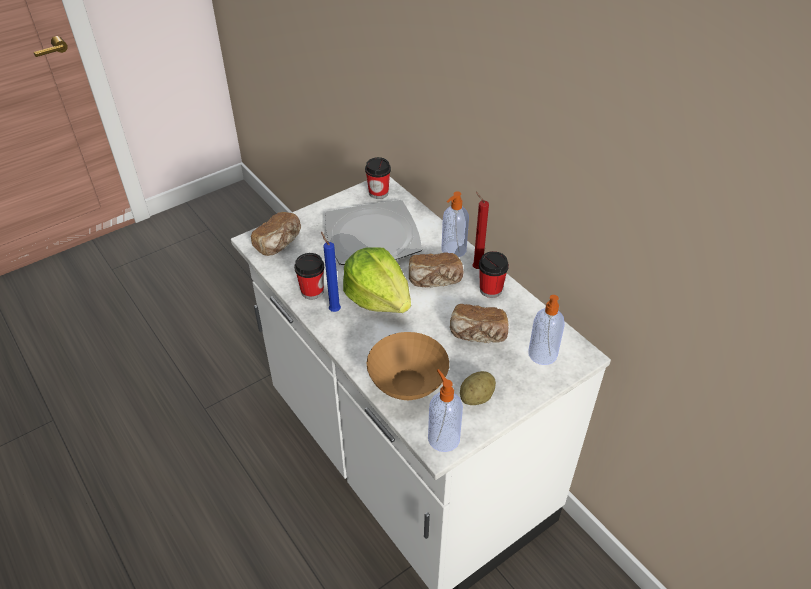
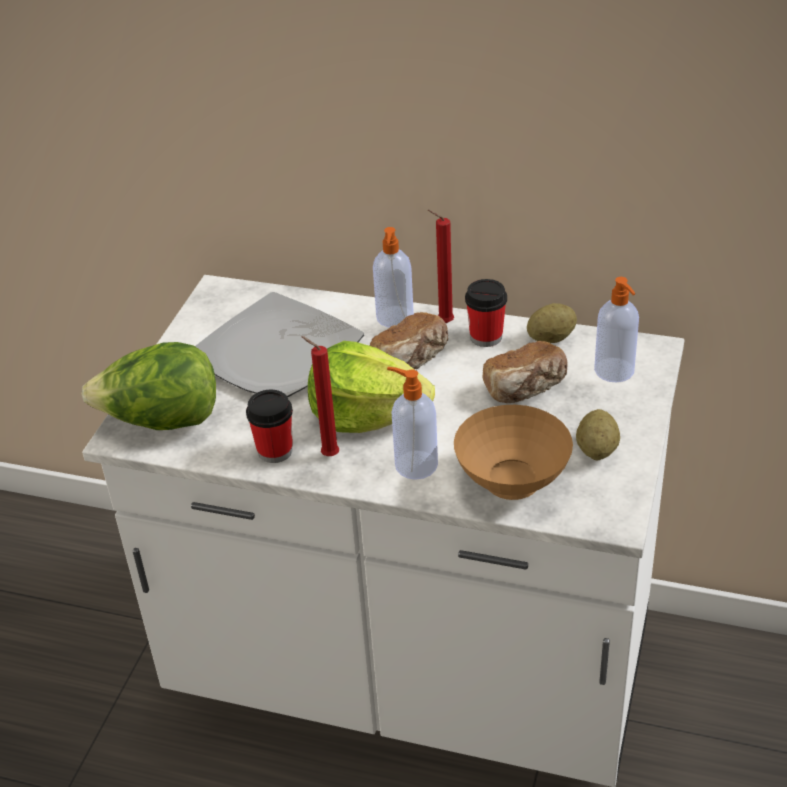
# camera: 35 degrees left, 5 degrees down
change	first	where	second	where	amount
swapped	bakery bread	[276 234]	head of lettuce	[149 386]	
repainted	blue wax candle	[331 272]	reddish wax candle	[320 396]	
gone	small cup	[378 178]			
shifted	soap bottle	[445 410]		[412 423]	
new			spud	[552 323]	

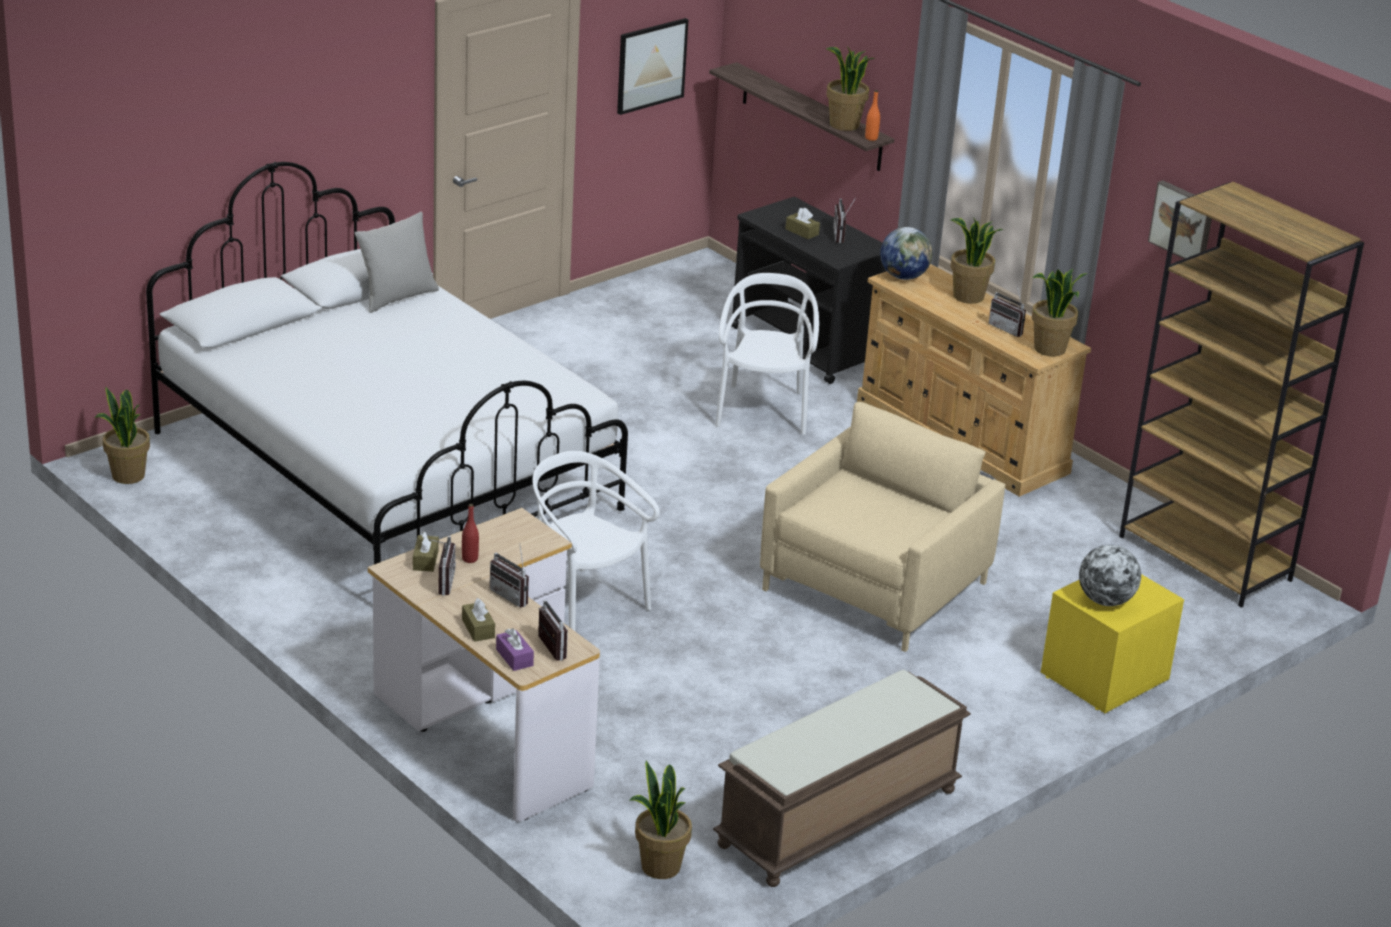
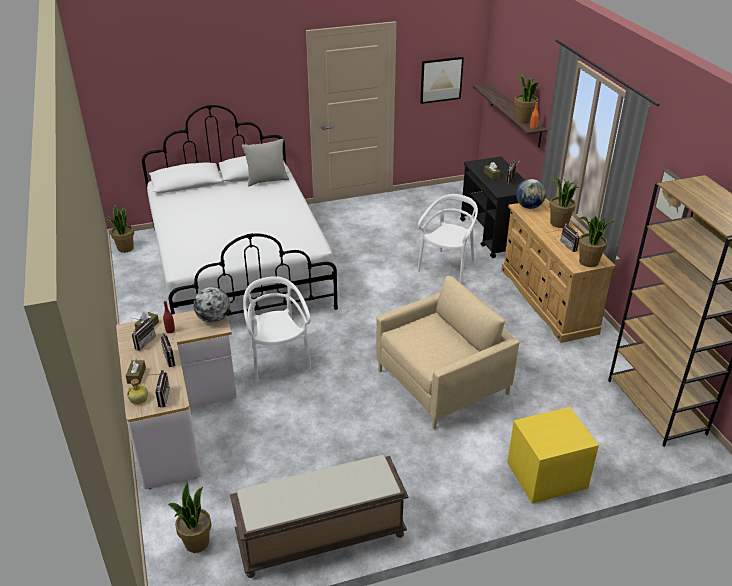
# camera: 25 degrees right, 5 degrees up
change	first	where	second	where	amount
swapped	purple box of tissues	[515 649]	bottle	[137 392]	
shifted	desk globe	[1110 575]		[211 305]	

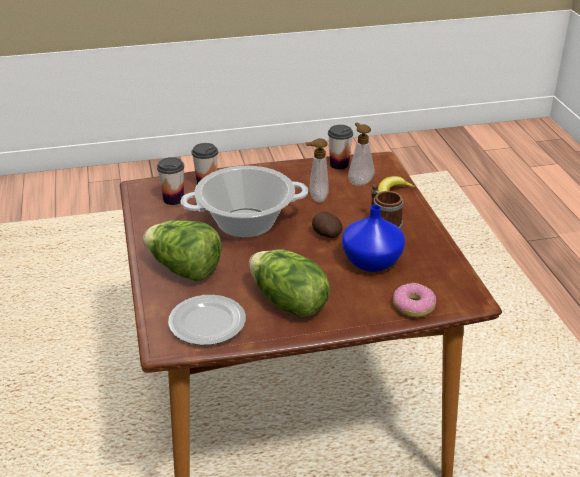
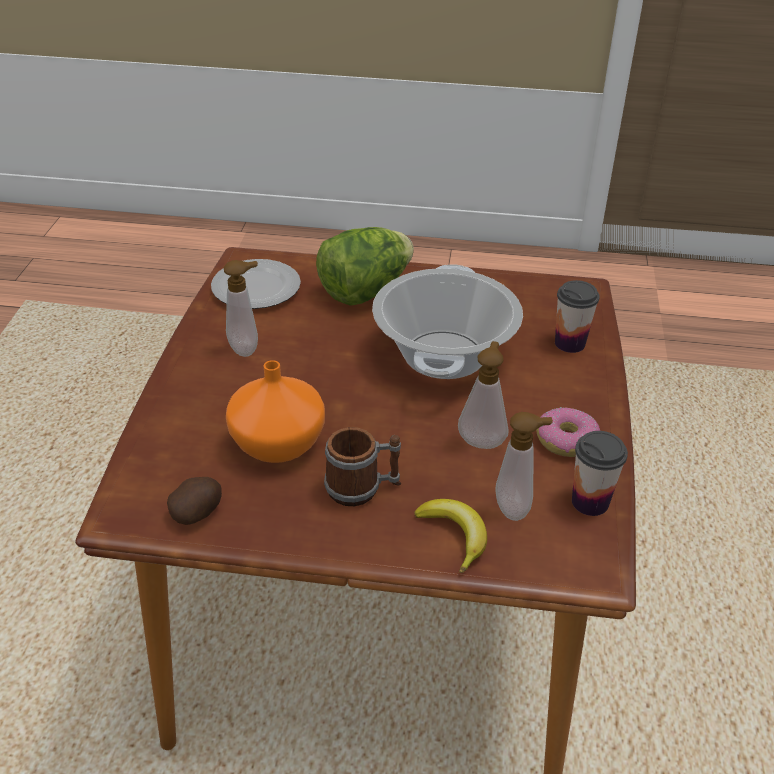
# camera: 110 degrees right, 5 degrees up
change	first	where	second	where	amount
gone	small cup	[170 181]			
swapped	head of lettuce	[289 283]	soap bottle	[241 308]	
shifted	spud	[327 225]		[194 501]	
repainted	blue vase	[373 238]	orange vase	[275 411]	
shifted	donut	[414 300]		[568 432]	

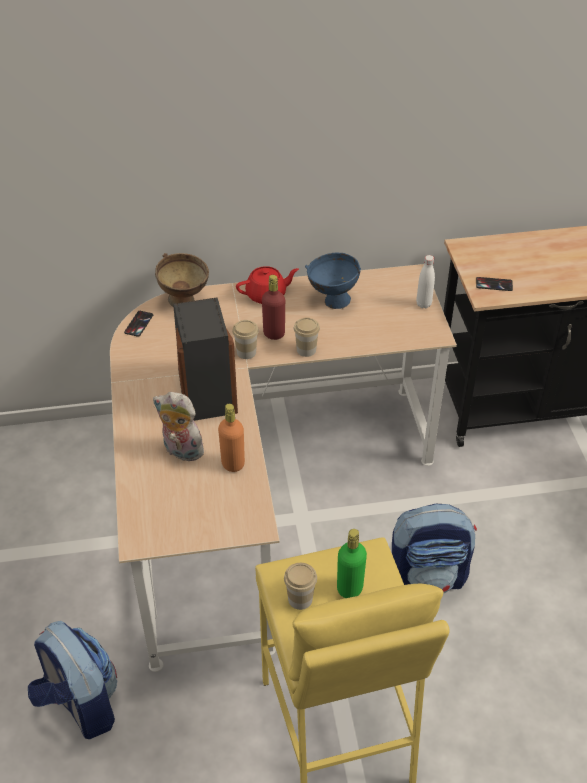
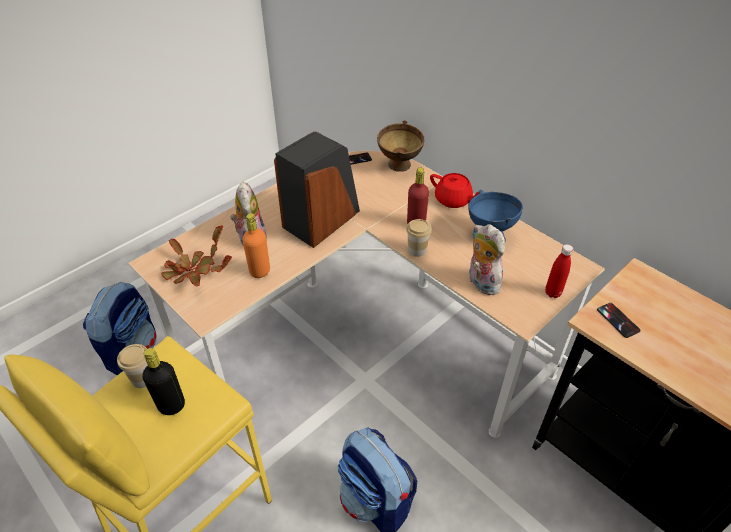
# camera: 55 degrees right, 0 degrees up
change	first	where	second	where	amount
gone	small cup	[245 339]			
repainted	green-coloured bottle	[352 563]	blackish bottle	[163 381]	
repainted	whitish bottle	[425 281]	reddish bottle	[559 271]	
new			potted plant	[196 255]	
new			plush toy	[487 259]	

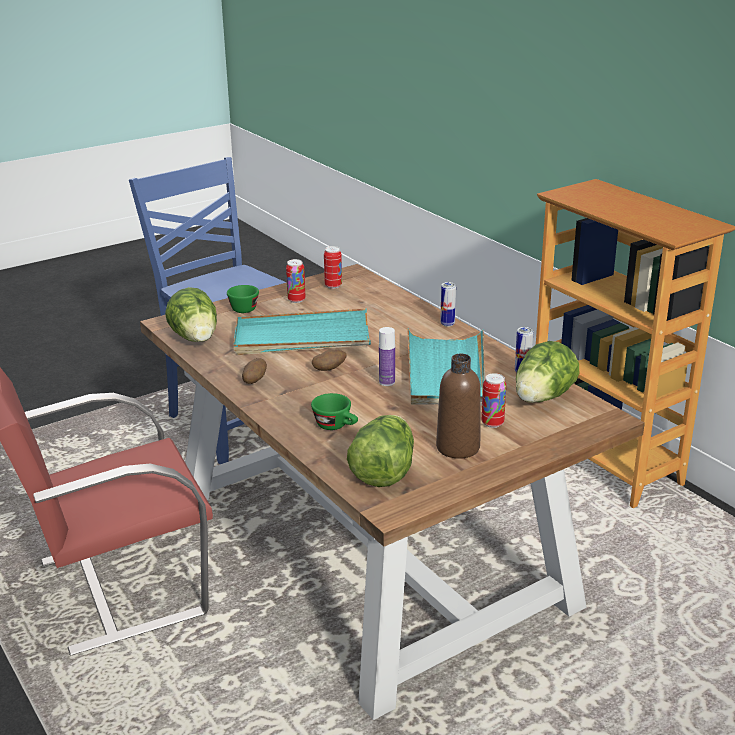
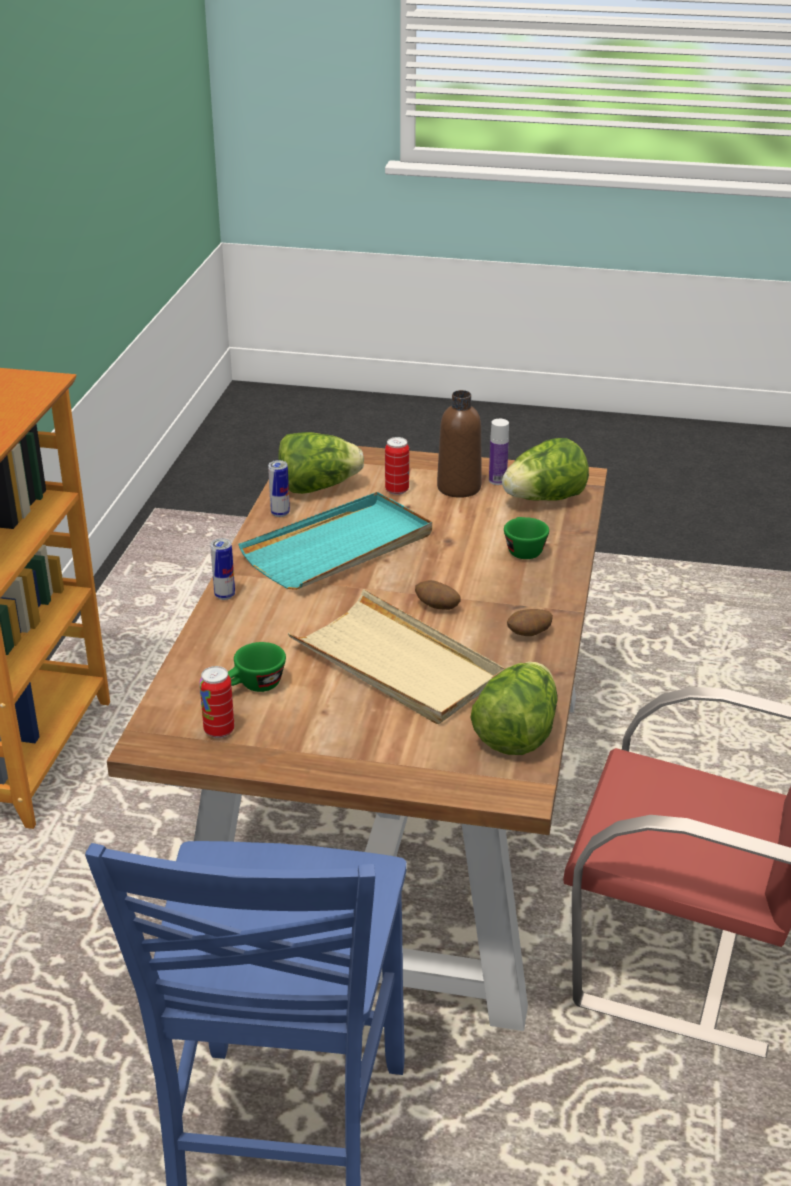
# camera: 135 degrees left, 5 degrees up
change	first	where	second	where	amount
shifted	green-coloured small cup	[243 299]		[257 667]	
repainted	turquoise-coloured serving tray	[302 332]	sand-coloured serving tray	[396 656]	
gone	sealed can	[295 281]			
shifted	bottle	[387 356]		[499 452]	

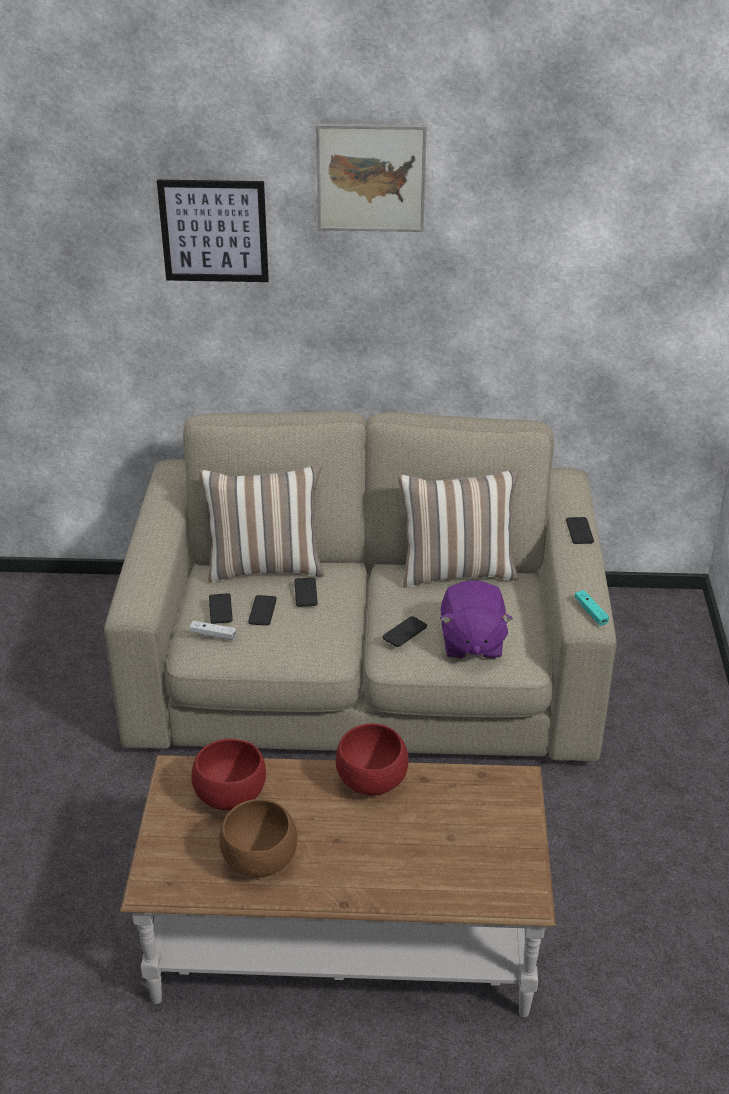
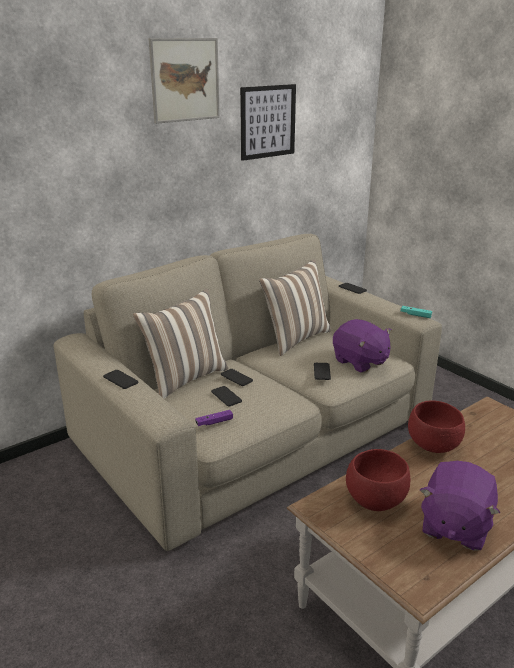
# camera: 40 degrees left, 10 degrees down
change	first	where	second	where	amount
shifted	wall art	[213 231]		[268 122]	
repainted	whitish gamepad	[212 630]	purple gamepad	[214 418]	
shifted	phone	[221 608]		[120 379]	
swapped	brownish bowl	[258 838]	purple plush toy	[460 506]	

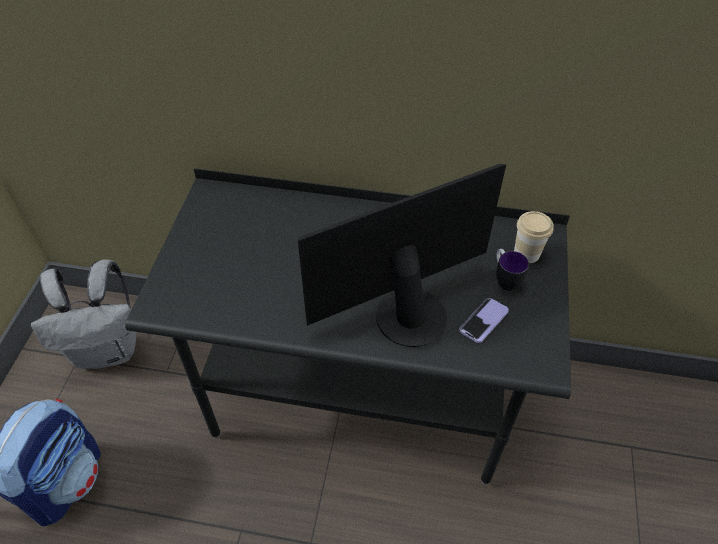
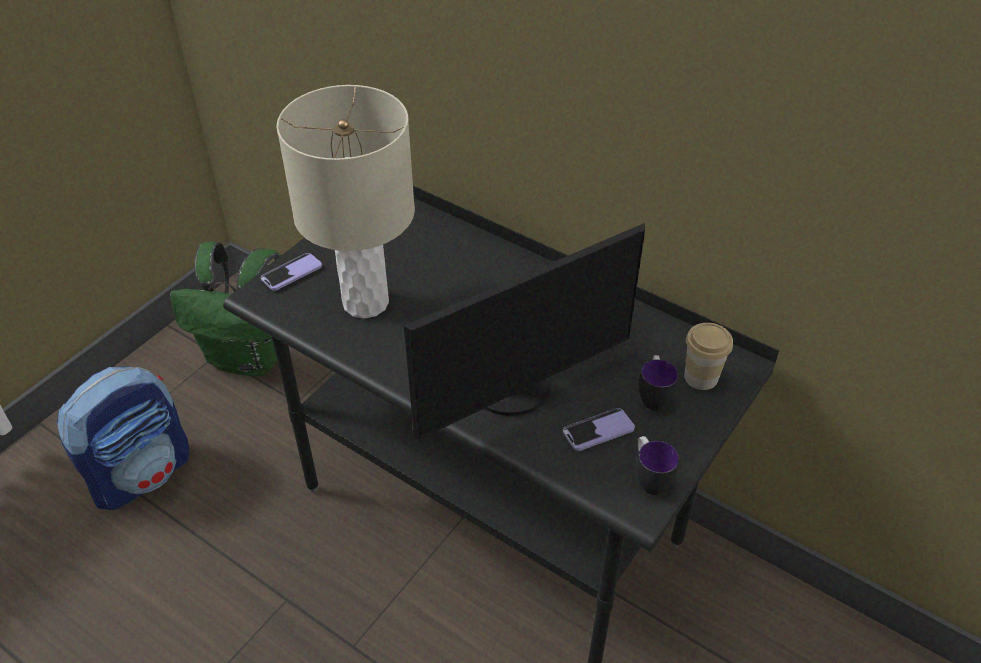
# camera: 25 degrees right, 5 degrees down
change	first	where	second	where	amount
repainted	gray rucksack	[83 314]	green-coloured rucksack	[225 309]	
rotated	computer screen	[402 255]		[524 331]	150 degrees clockwise
new			phone	[291 272]	
new			sand-coloured lamp for a table	[346 202]	
new			mug	[657 465]	

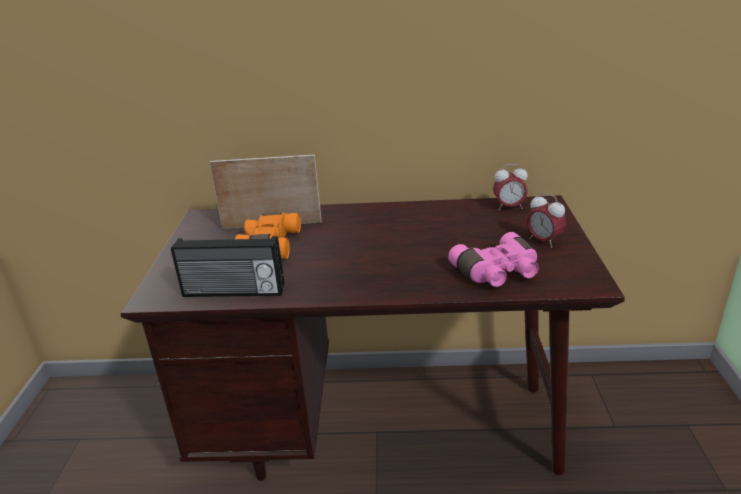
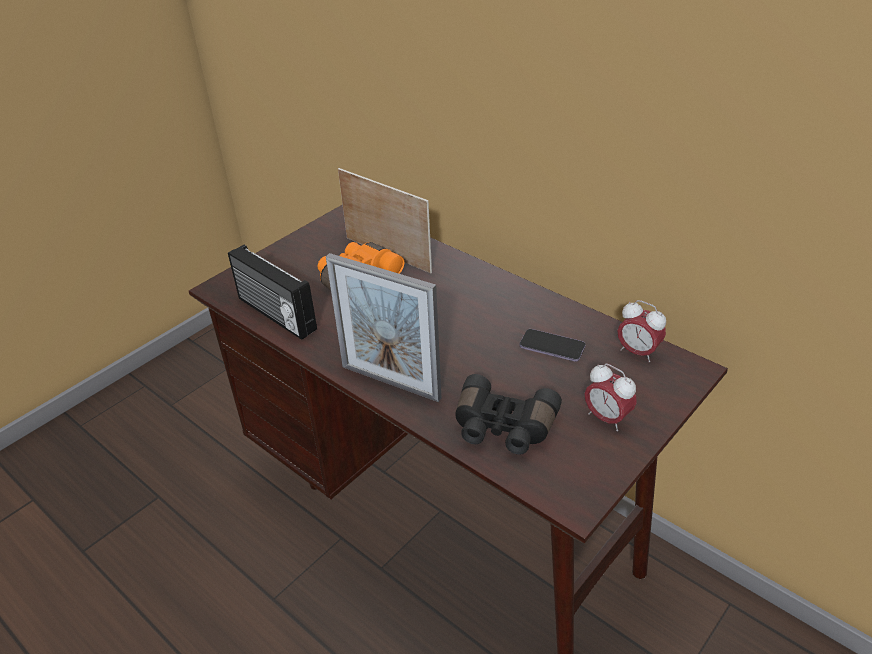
# camera: 40 degrees right, 10 degrees up
change	first	where	second	where	amount
repainted	pinkish pair of binoculars	[493 259]	blackish pair of binoculars	[508 414]	
rotated	table clock	[546 220]		[611 397]	45 degrees counterclockwise
new			photo frame	[383 327]	
new			phone	[553 345]	

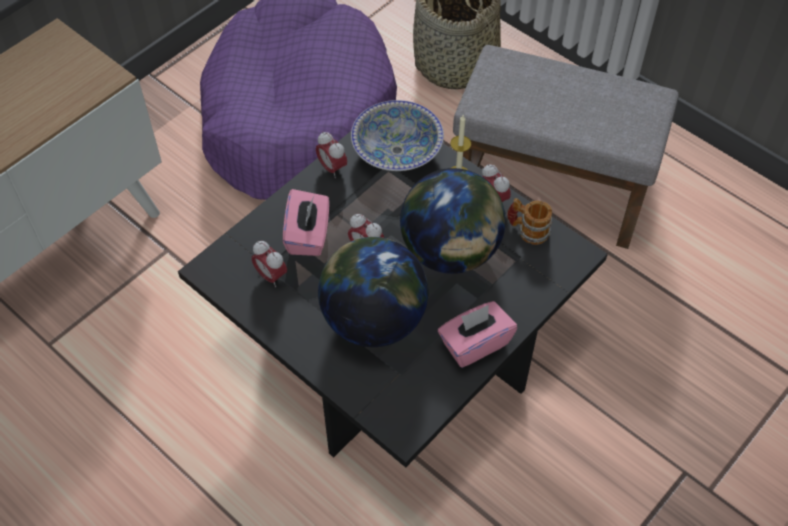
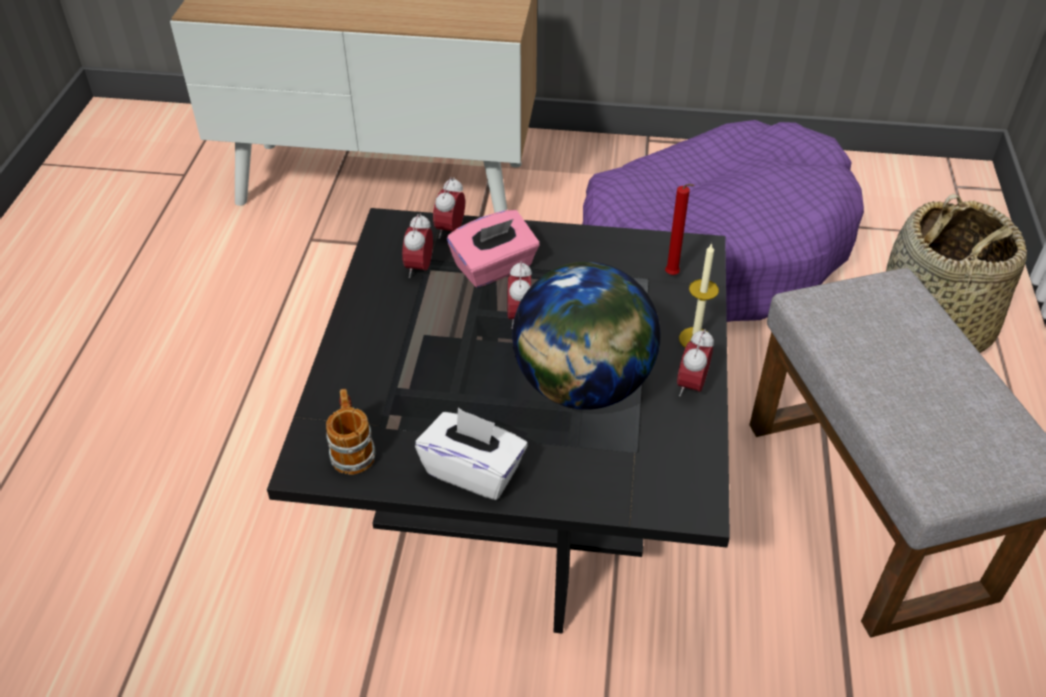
# camera: 55 degrees right, 10 degrees down
change	first	where	second	where	amount
shifted	table clock	[331 155]		[449 208]	
gone	desk globe	[373 292]			
swapped	bowl	[397 135]	reddish wax candle	[680 229]	
repainted	pinkish box of tissues	[477 334]	whitish box of tissues	[471 453]	
shifted	mug	[529 221]		[350 432]	

